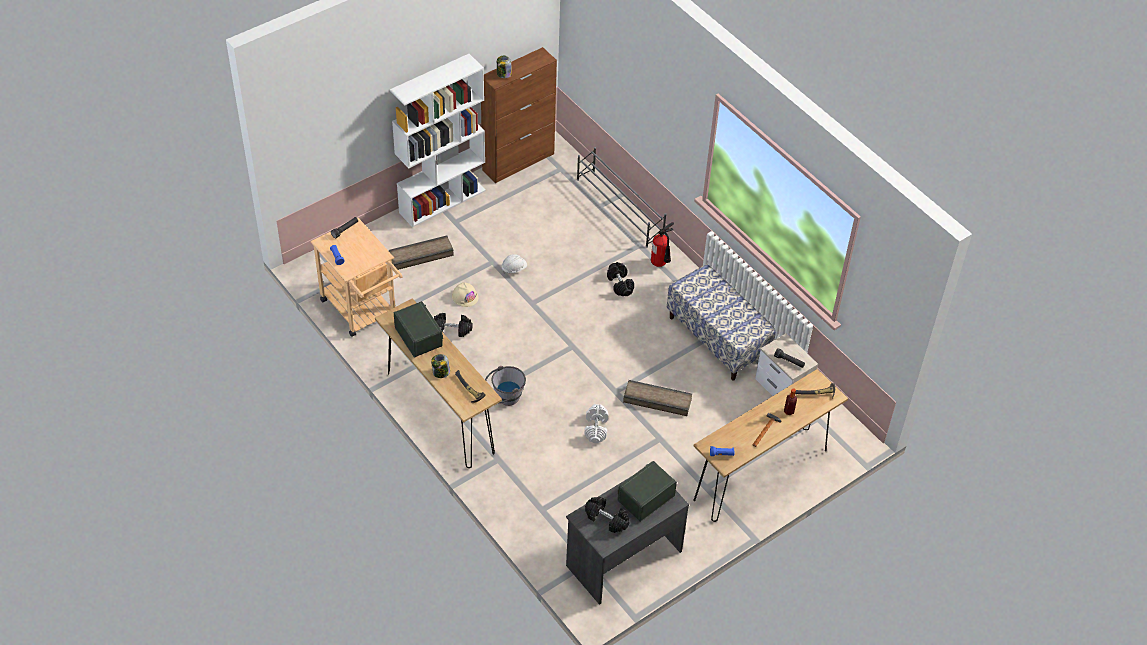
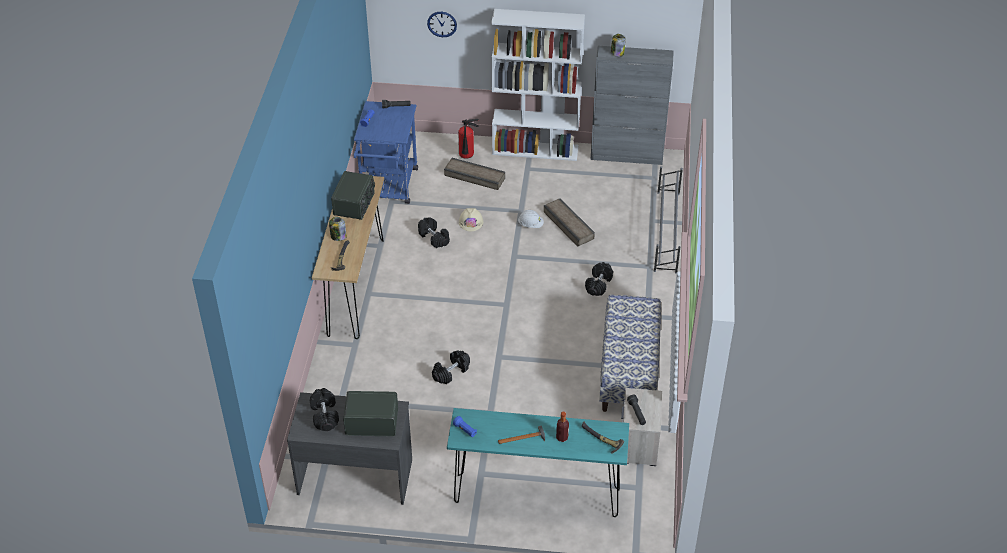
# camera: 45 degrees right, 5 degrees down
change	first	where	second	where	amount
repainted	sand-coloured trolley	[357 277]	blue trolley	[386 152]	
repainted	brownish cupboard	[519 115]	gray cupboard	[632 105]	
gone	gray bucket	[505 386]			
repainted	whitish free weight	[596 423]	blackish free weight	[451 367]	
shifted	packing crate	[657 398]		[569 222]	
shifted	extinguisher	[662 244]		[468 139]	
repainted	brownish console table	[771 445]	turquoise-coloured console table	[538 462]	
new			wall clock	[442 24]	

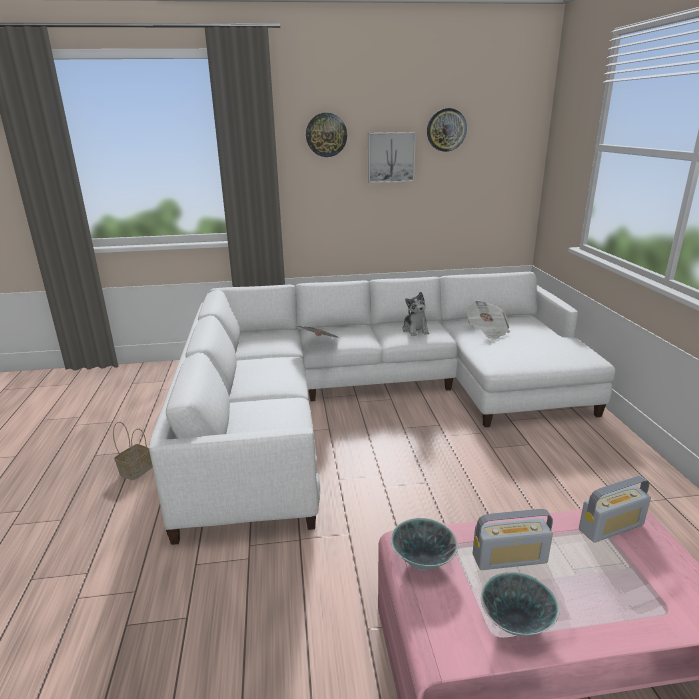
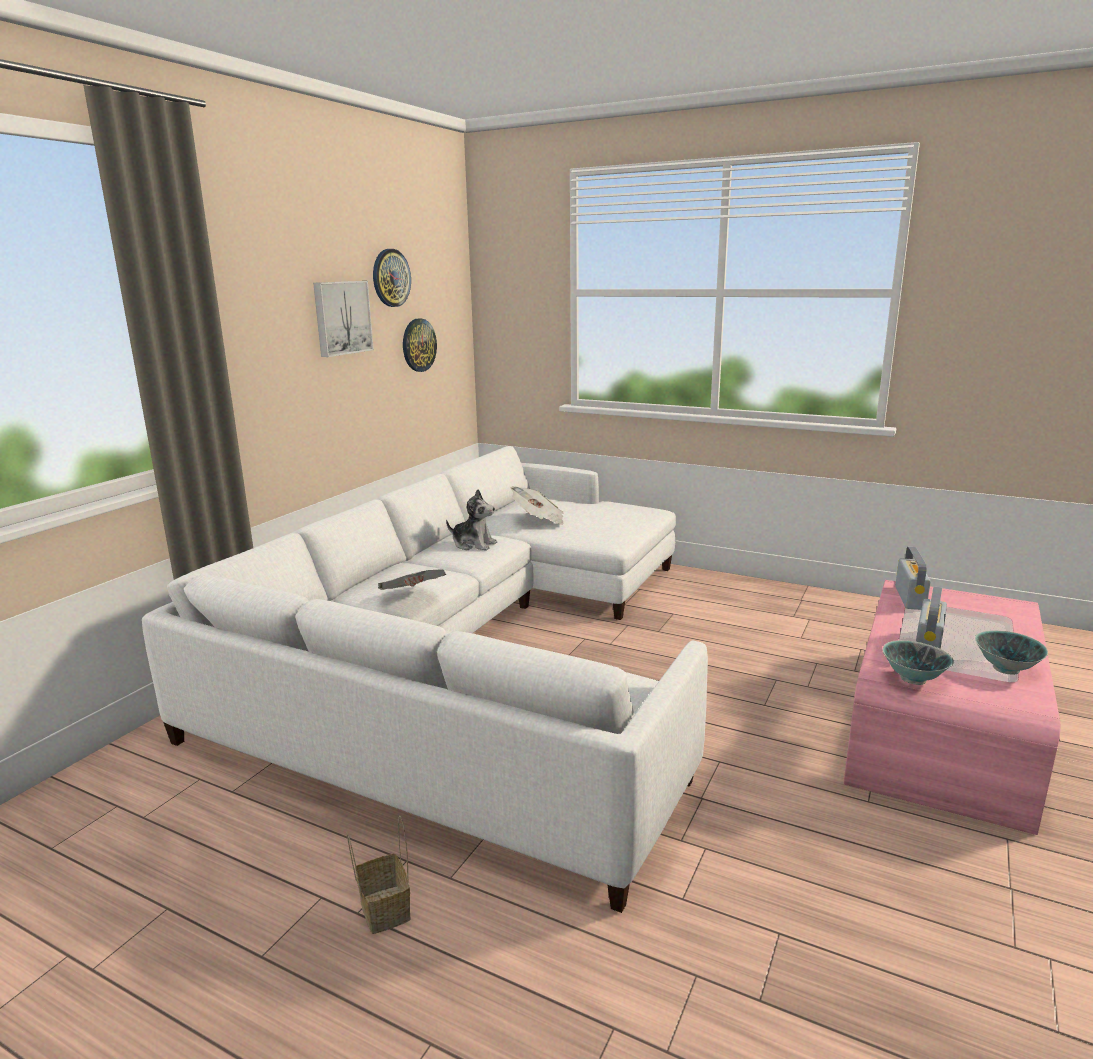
# camera: 55 degrees left, 5 degrees down
change	first	where	second	where	amount
shifted	wall clock	[326 135]		[420 345]	

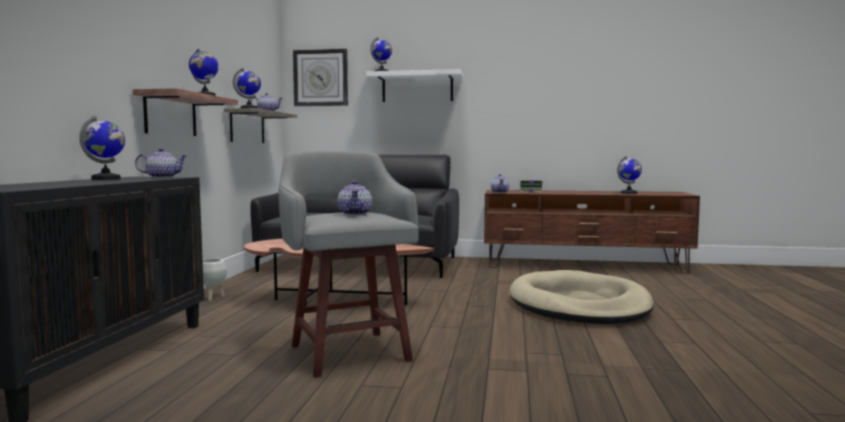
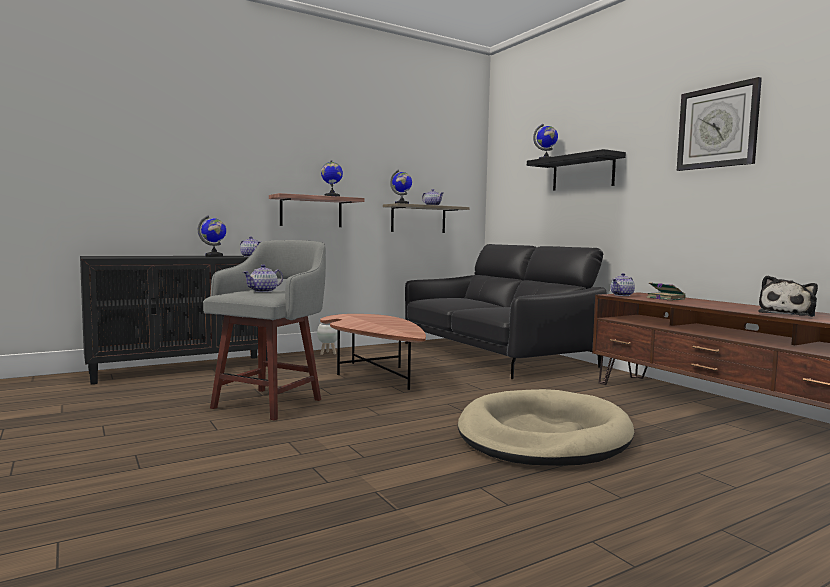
# camera: 50 degrees right, 0 degrees up
change	first	where	second	where	amount
shifted	wall clock	[320 77]		[719 124]	
repainted	whitish bracket shelf	[414 85]	blackish bracket shelf	[576 170]	
swapped	desk globe	[629 175]	plush toy	[788 296]	

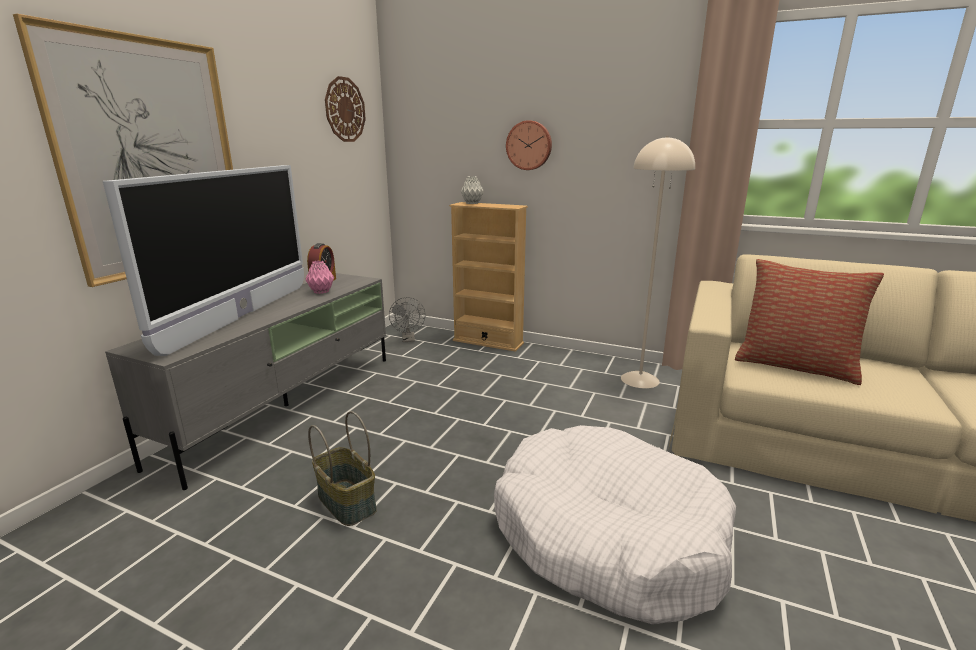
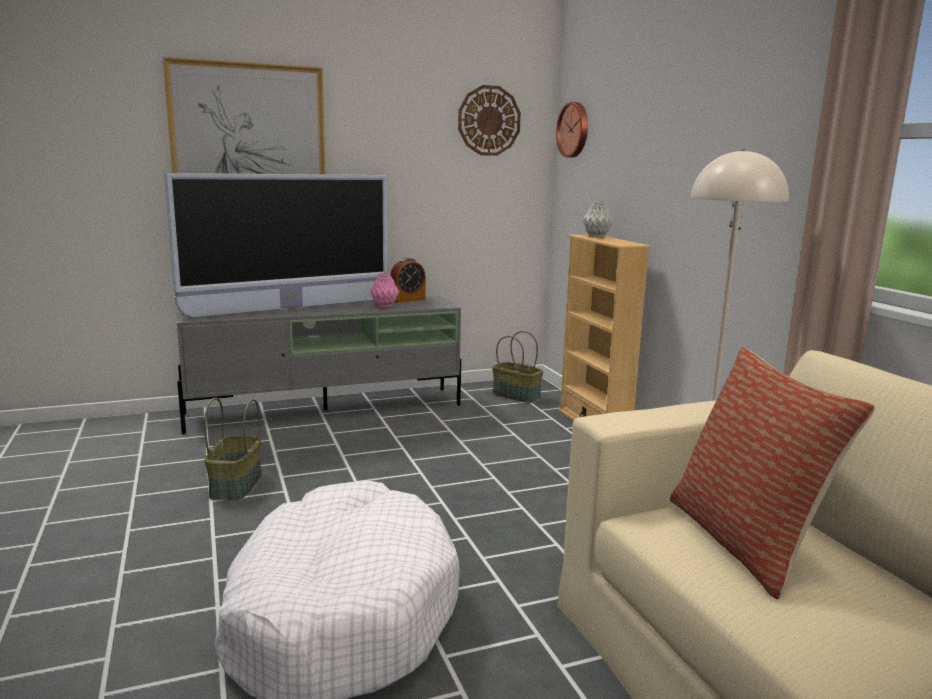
# camera: 45 degrees right, 5 degrees down
change	first	where	second	where	amount
swapped	gray electric fan	[407 319]	household basket	[517 367]	
shifted	wall clock	[529 145]		[572 130]	

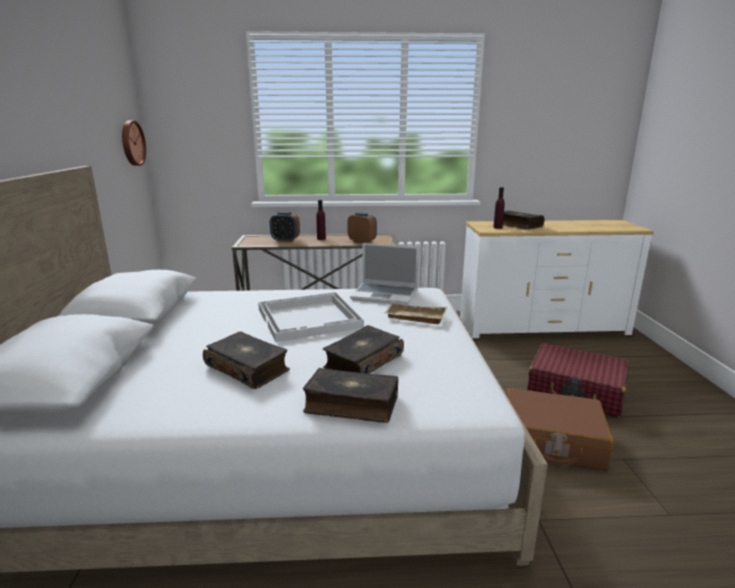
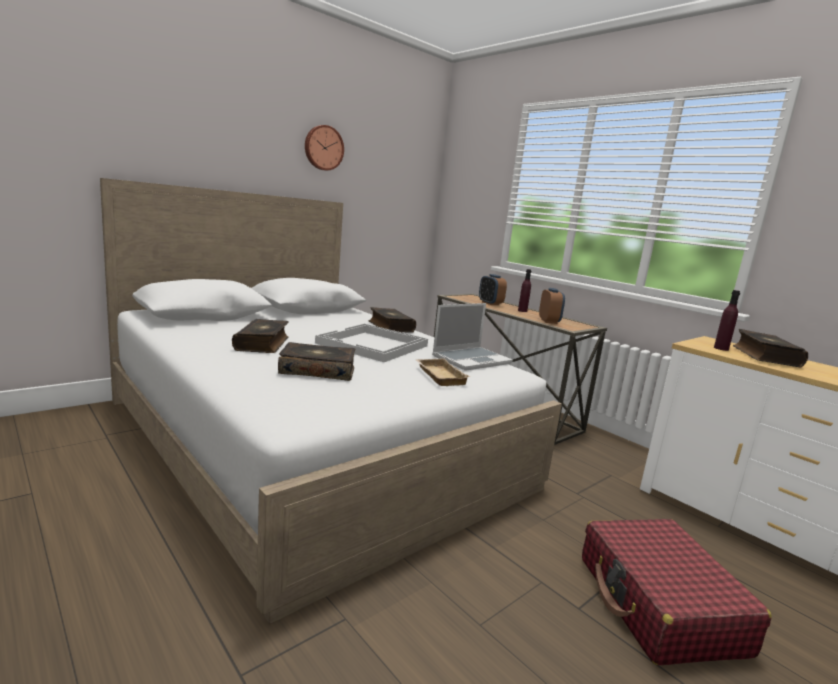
# camera: 50 degrees right, 5 degrees down
change	first	where	second	where	amount
shifted	wall clock	[134 143]		[324 147]	
shifted	book	[350 395]		[392 319]	
rotated	notebook computer	[384 274]		[472 337]	105 degrees counterclockwise
gone	brownish suitcase	[560 429]			

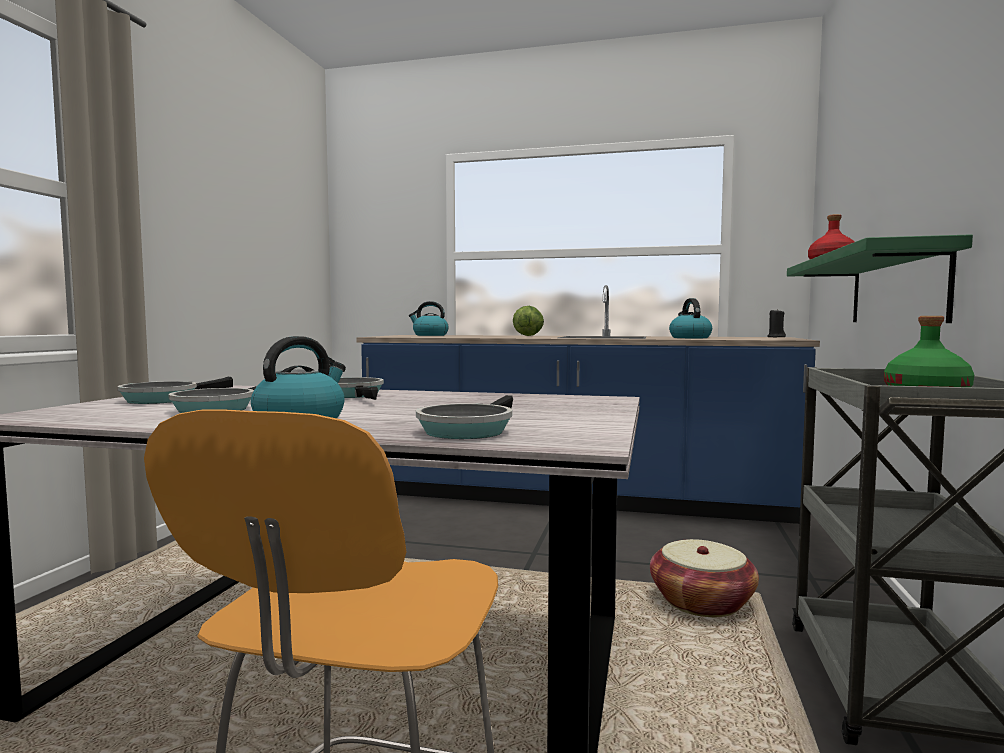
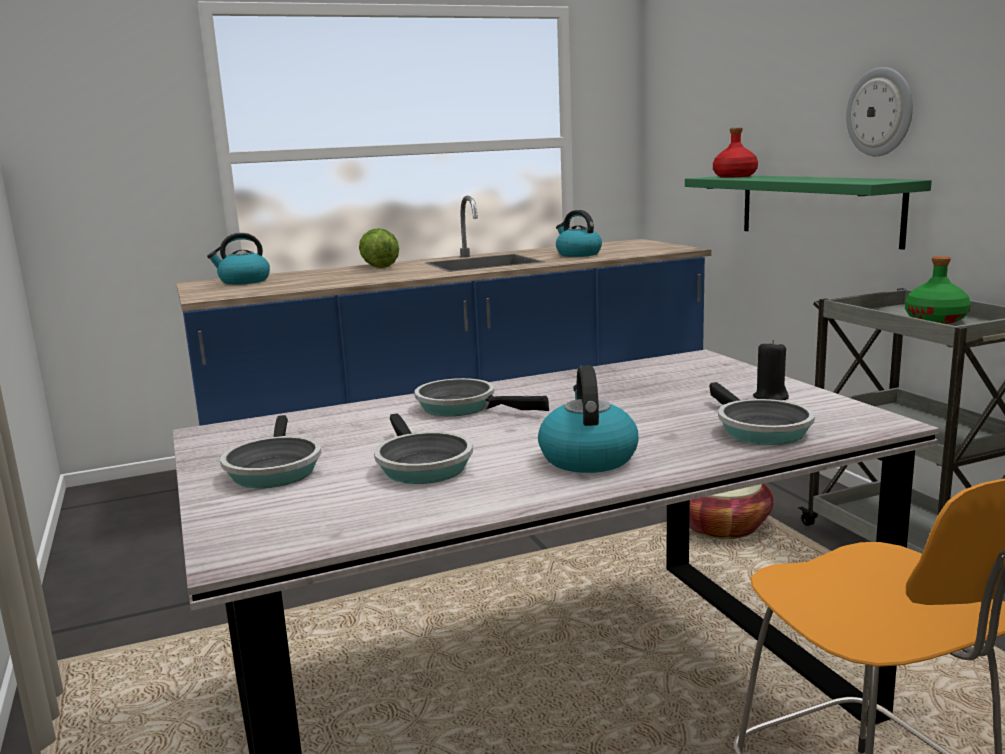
# camera: 35 degrees left, 10 degrees up
change	first	where	second	where	amount
shifted	blackish wax candle	[776 323]		[771 370]	
new			wall clock	[879 111]	

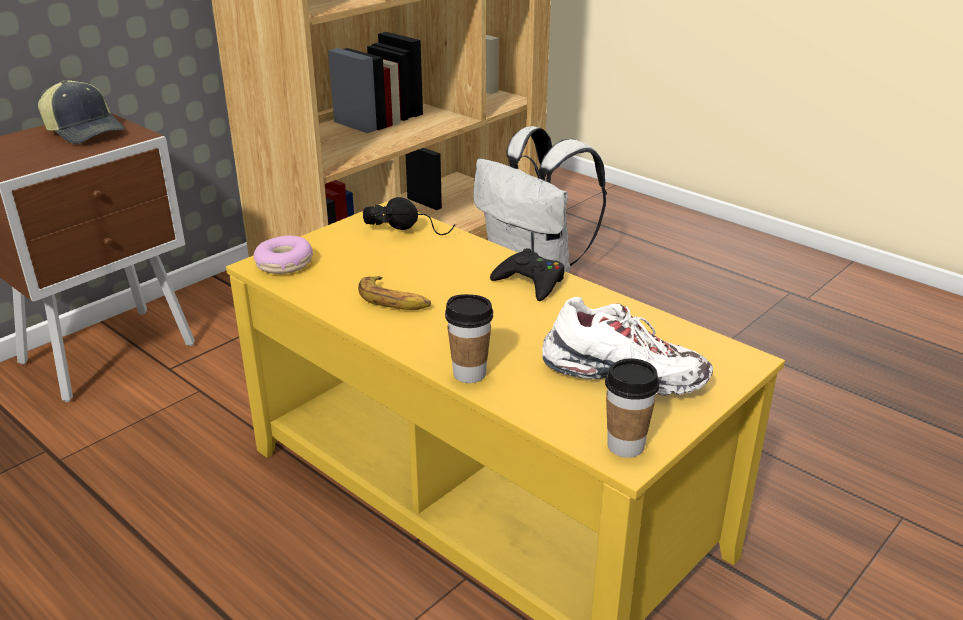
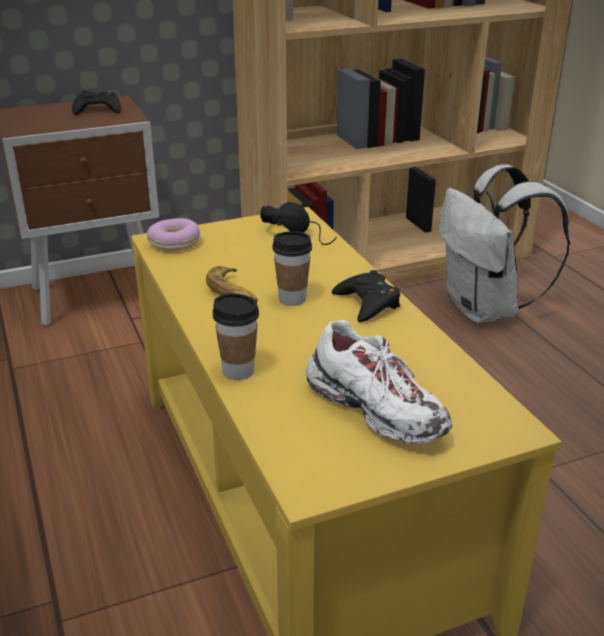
# camera: 25 degrees right, 0 degrees up
change	first	where	second	where	amount
swapped	baseball cap	[81 112]	blackish gamepad	[96 102]	
shifted	small cup	[632 408]		[292 268]	

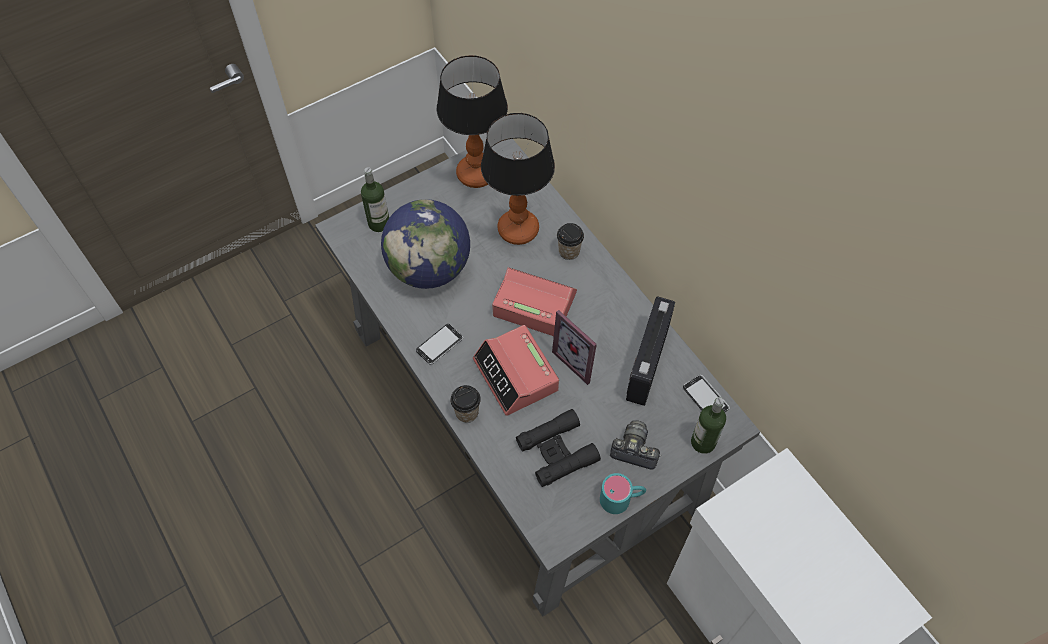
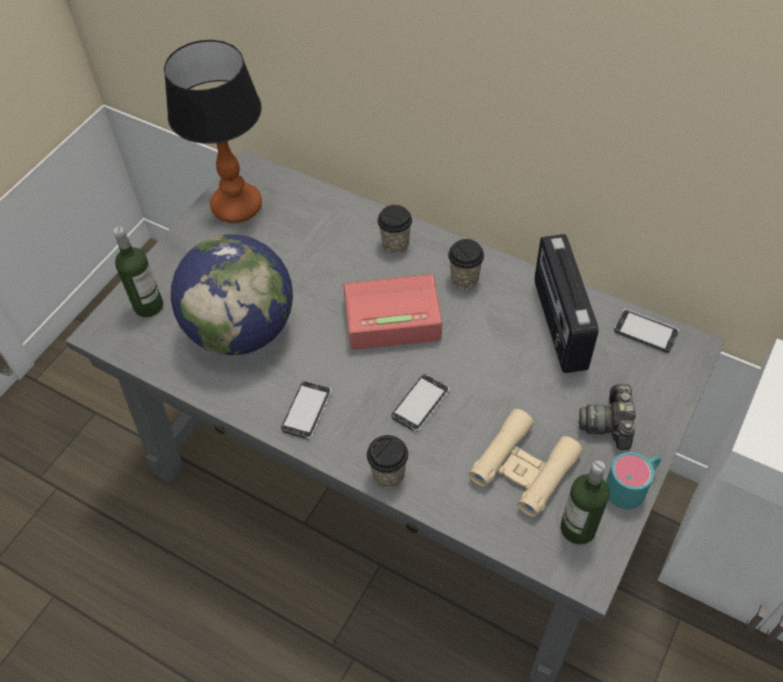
# camera: 25 degrees left, 5 degrees down
change	first	where	second	where	amount
swapped	table clock	[516 370]	phone	[421 403]	
gone	lamp for a table	[518 179]			
repainted	blackish pair of binoculars	[558 448]	sand-coloured pair of binoculars	[526 463]	
gone	photo frame	[574 347]			
rotated	photo camera	[635 444]		[607 416]	75 degrees counterclockwise
shifted	bottle	[708 425]		[585 502]	
new			small cup	[466 264]	

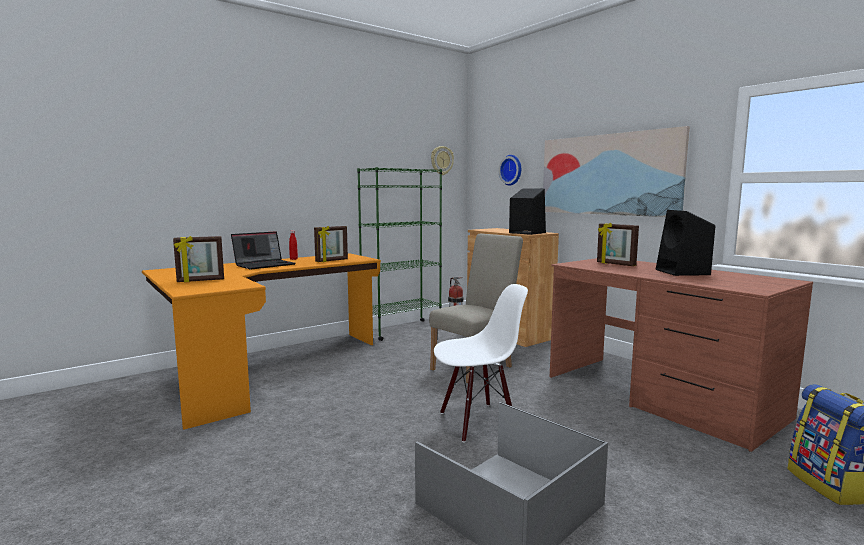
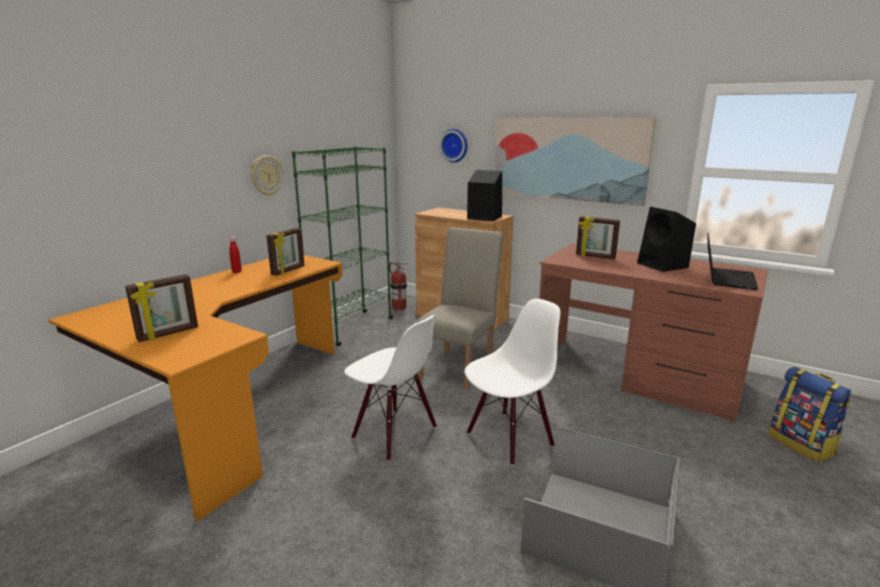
# camera: 20 degrees left, 10 degrees up
change	first	where	second	where	amount
shifted	notebook computer	[263 250]		[732 261]	
shifted	wall clock	[442 160]		[266 175]	
new			whitish chair	[390 388]	

